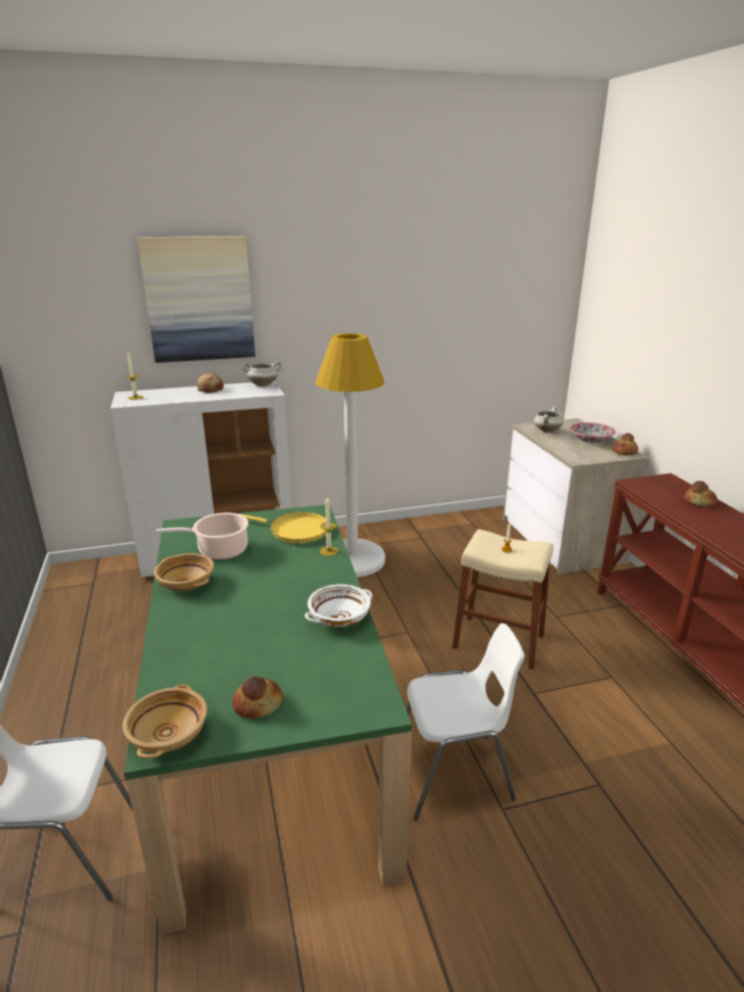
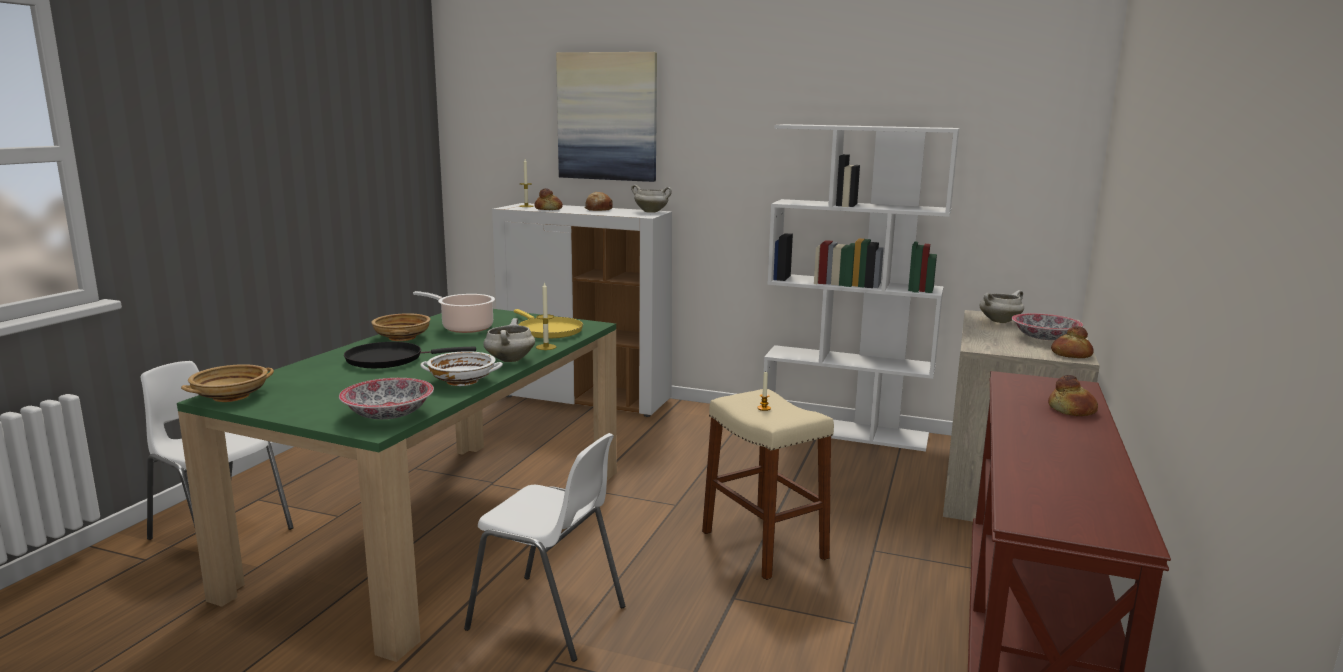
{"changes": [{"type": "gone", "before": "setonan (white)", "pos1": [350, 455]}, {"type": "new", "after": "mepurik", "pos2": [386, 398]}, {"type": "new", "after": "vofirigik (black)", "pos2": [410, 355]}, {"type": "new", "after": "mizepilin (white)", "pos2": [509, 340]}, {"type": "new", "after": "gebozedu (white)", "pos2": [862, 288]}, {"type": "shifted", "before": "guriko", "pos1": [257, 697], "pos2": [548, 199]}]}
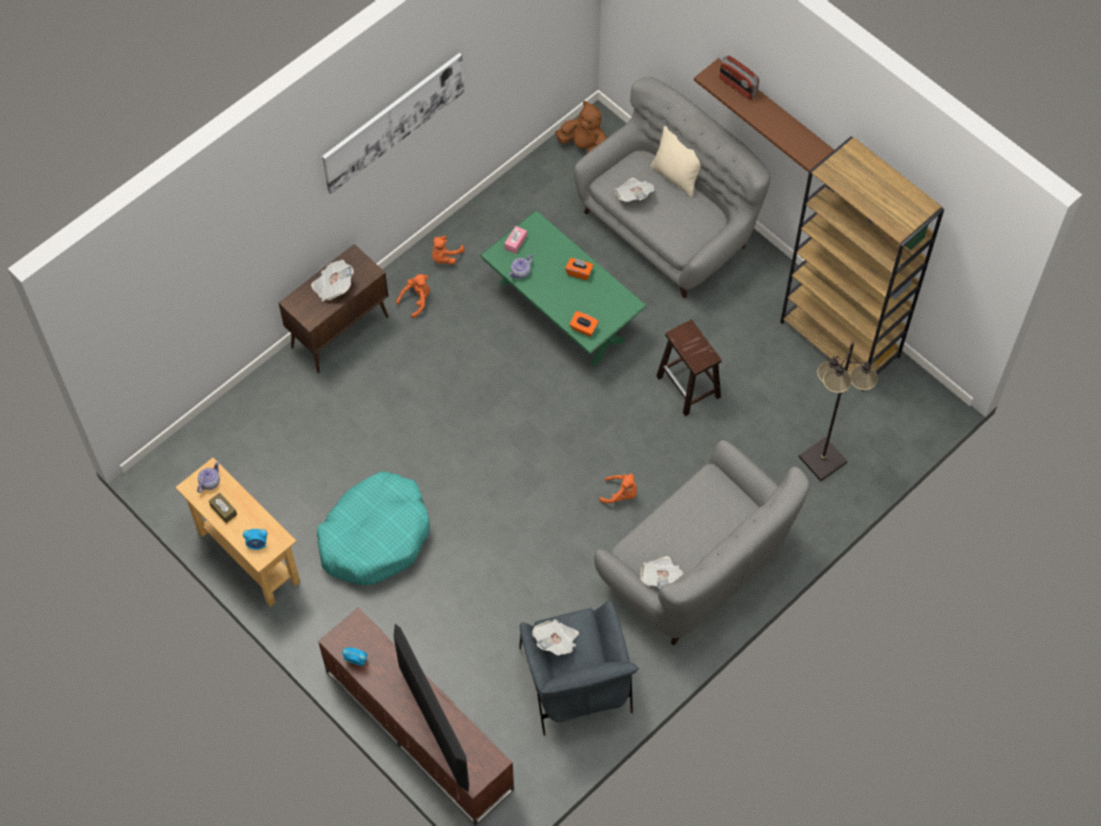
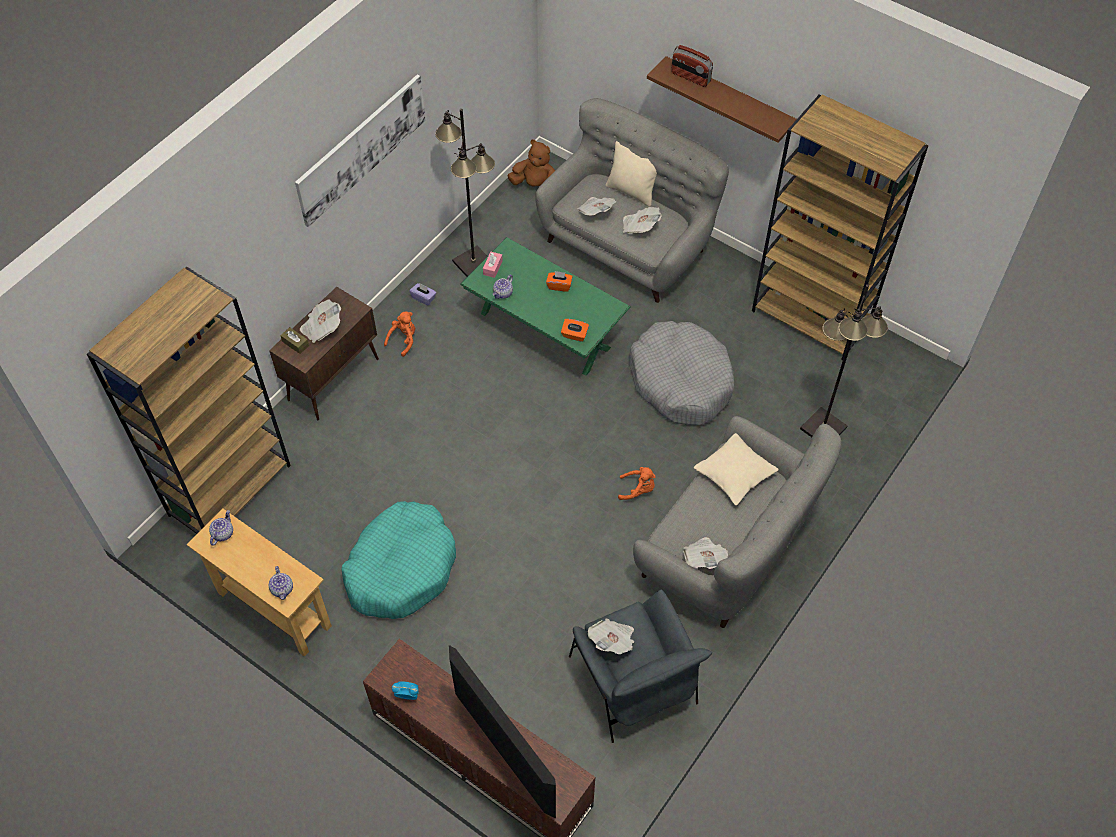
{"changes": [{"type": "new", "after": "gebozedu (brown)", "pos2": [189, 400]}, {"type": "new", "after": "setonan (black)", "pos2": [465, 193]}, {"type": "new", "after": "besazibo", "pos2": [642, 220]}, {"type": "new", "after": "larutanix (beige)", "pos2": [736, 469]}, {"type": "shifted", "before": "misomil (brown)", "pos1": [223, 508], "pos2": [294, 340]}, {"type": "swapped", "before": "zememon", "after": "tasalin", "pos1": [255, 539], "pos2": [281, 583]}, {"type": "swapped", "before": "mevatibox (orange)", "after": "misomil (purple)", "pos1": [448, 250], "pos2": [422, 294]}, {"type": "swapped", "before": "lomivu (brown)", "after": "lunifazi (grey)", "pos1": [689, 367], "pos2": [682, 373]}]}
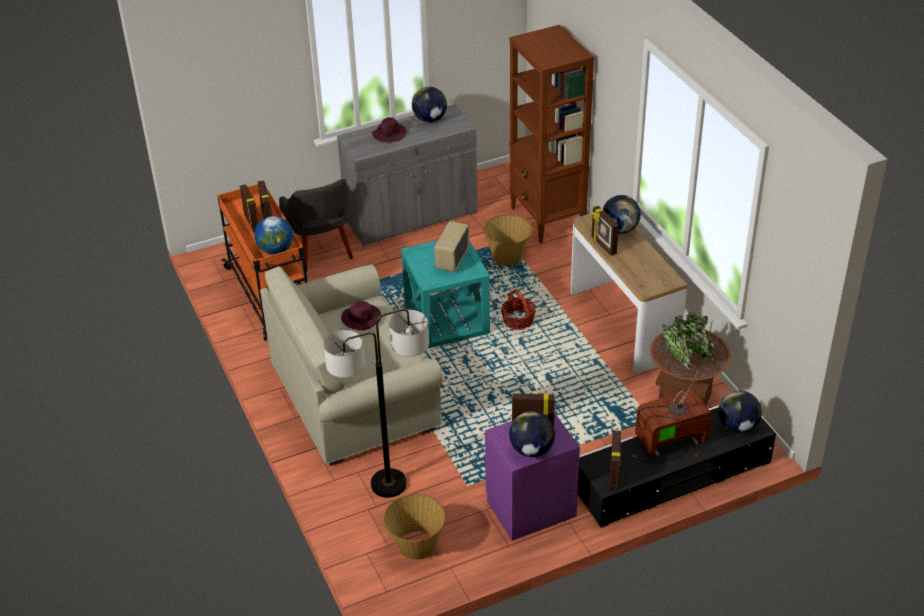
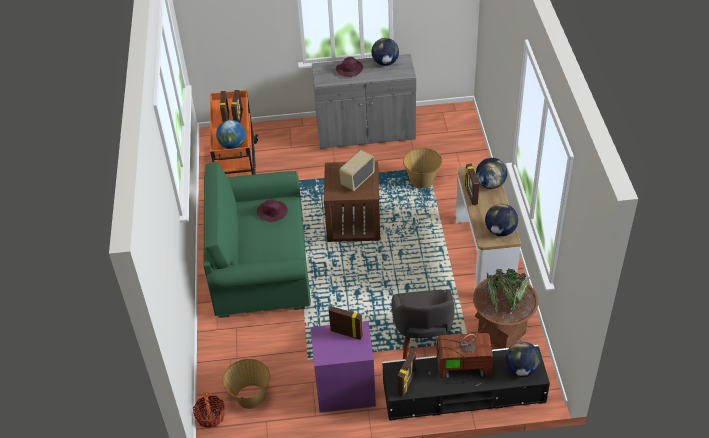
{"changes": [{"type": "gone", "before": "setonan", "pos1": [376, 403]}, {"type": "gone", "before": "gebozedu (brown)", "pos1": [551, 134]}, {"type": "shifted", "before": "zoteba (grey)", "pos1": [316, 225], "pos2": [423, 324]}, {"type": "shifted", "before": "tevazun", "pos1": [518, 310], "pos2": [209, 410]}, {"type": "shifted", "before": "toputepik", "pos1": [532, 434], "pos2": [501, 220]}, {"type": "repainted", "before": "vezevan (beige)", "after": "vezevan (green)", "pos1": [351, 365], "pos2": [257, 239]}, {"type": "repainted", "before": "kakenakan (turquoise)", "after": "kakenakan (brown)", "pos1": [445, 294], "pos2": [352, 201]}]}
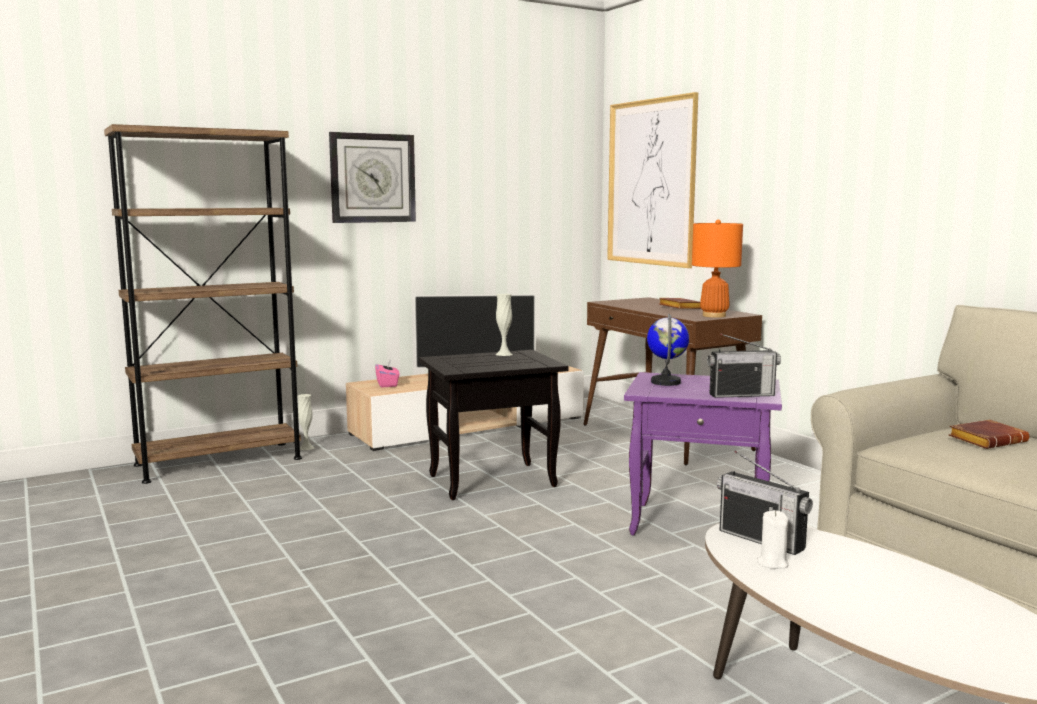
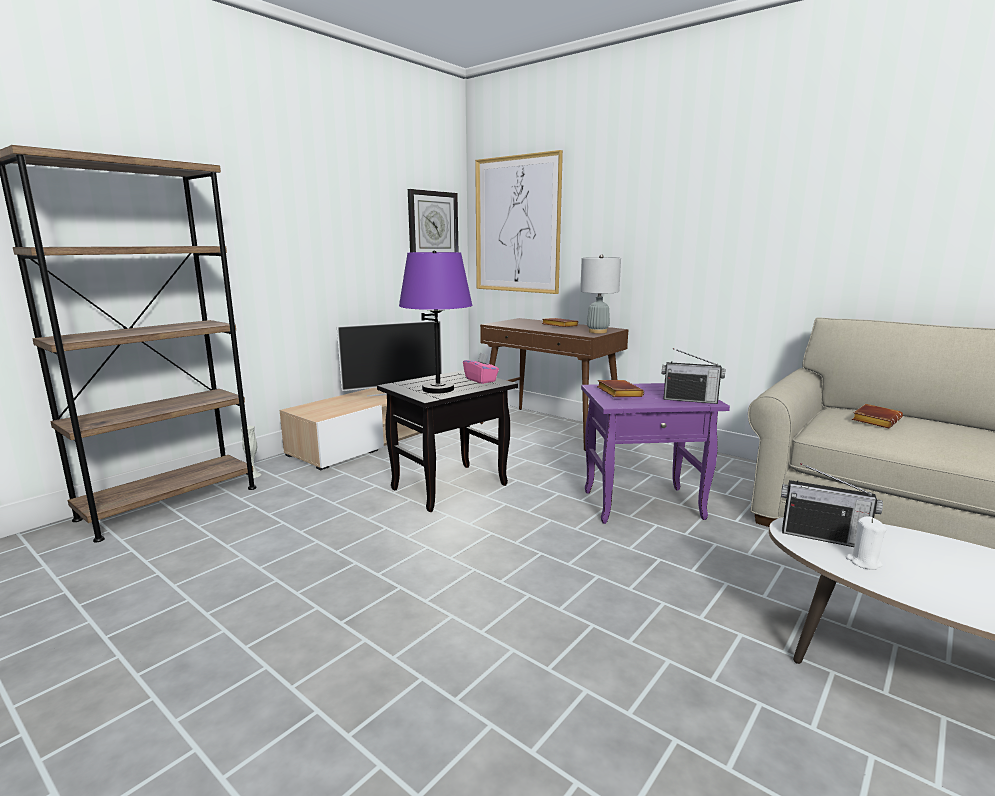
{"changes": [{"type": "gone", "before": "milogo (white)", "pos1": [504, 325]}, {"type": "new", "after": "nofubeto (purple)", "pos2": [435, 322]}, {"type": "shifted", "before": "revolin", "pos1": [372, 177], "pos2": [433, 220]}, {"type": "shifted", "before": "misomil (pink)", "pos1": [387, 373], "pos2": [481, 368]}, {"type": "swapped", "before": "toputepik", "after": "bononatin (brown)", "pos1": [668, 349], "pos2": [620, 388]}, {"type": "repainted", "before": "nofubeto (orange)", "after": "nofubeto (grey)", "pos1": [717, 268], "pos2": [600, 293]}, {"type": "rotated", "before": "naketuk", "pos1": [744, 365], "pos2": [693, 376], "turn": 45}]}
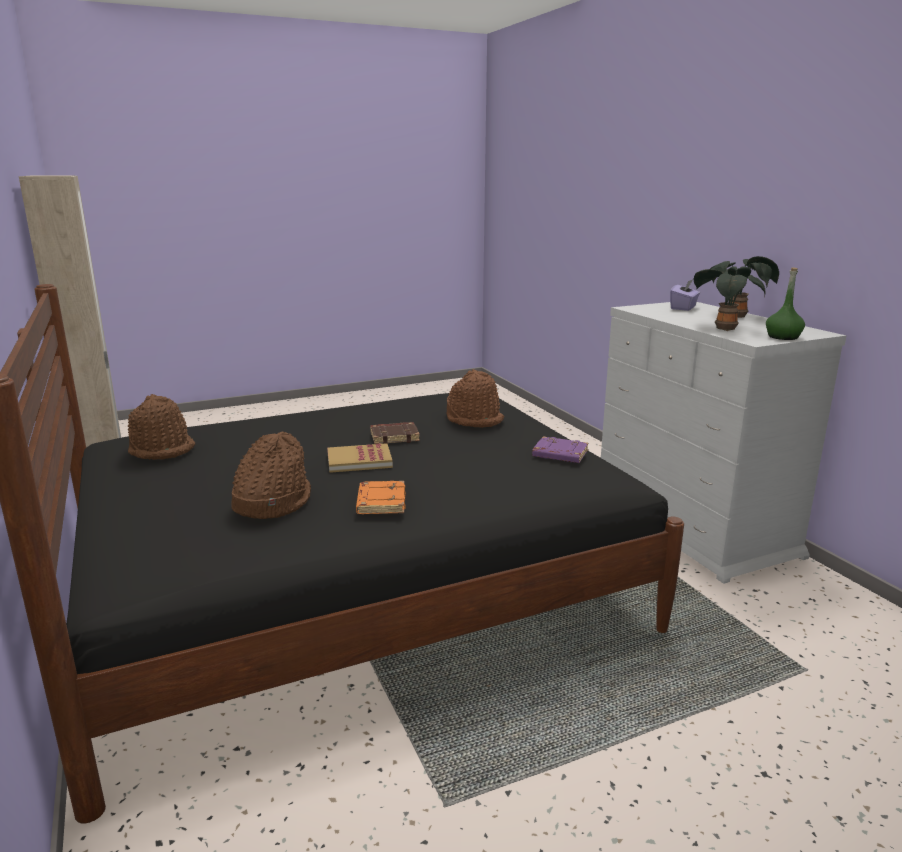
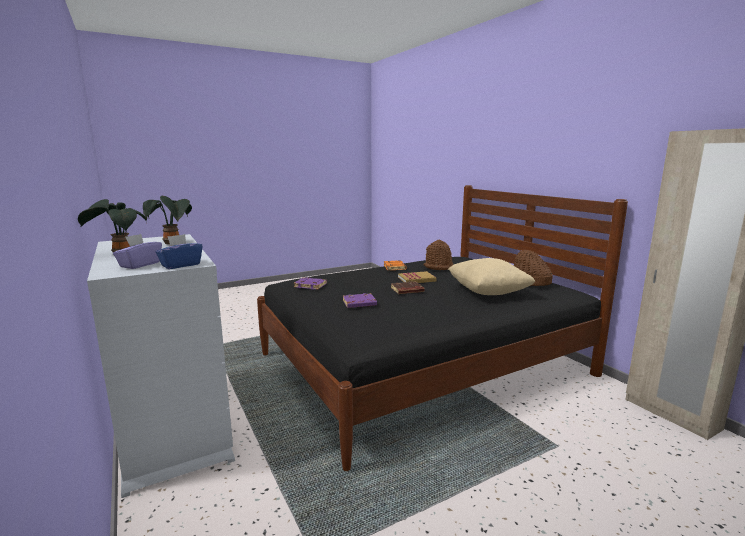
{"changes": [{"type": "gone", "before": "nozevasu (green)", "pos1": [785, 303]}, {"type": "new", "after": "misomil (blue)", "pos2": [179, 251]}, {"type": "new", "after": "larutanix (beige)", "pos2": [491, 276]}, {"type": "swapped", "before": "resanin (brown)", "after": "bononatin (purple)", "pos1": [476, 398], "pos2": [360, 300]}]}
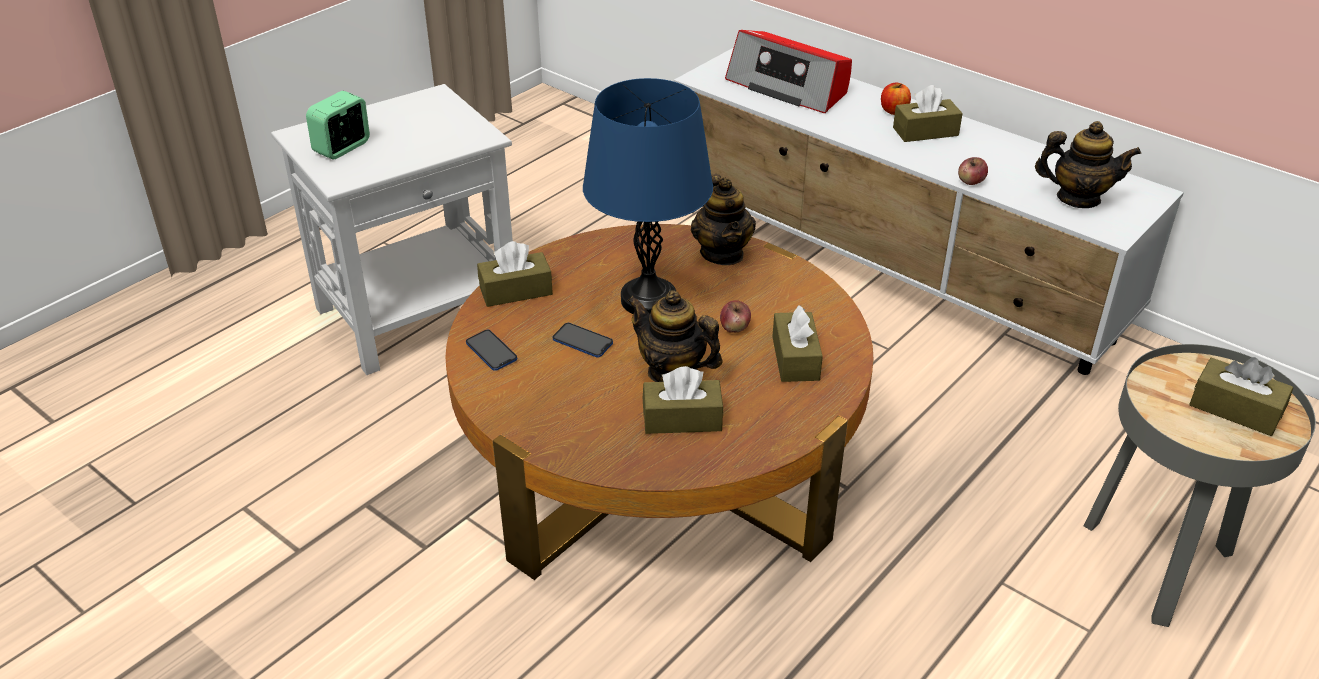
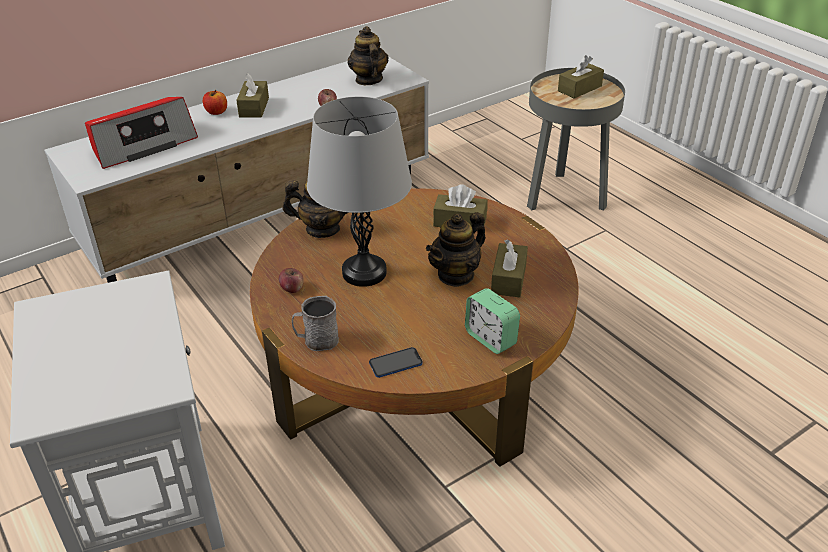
{"changes": [{"type": "gone", "before": "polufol", "pos1": [583, 340]}, {"type": "shifted", "before": "zememon", "pos1": [338, 125], "pos2": [492, 321]}, {"type": "shifted", "before": "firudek", "pos1": [735, 316], "pos2": [291, 280]}, {"type": "swapped", "before": "misomil (brown)", "after": "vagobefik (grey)", "pos1": [515, 274], "pos2": [315, 323]}, {"type": "repainted", "before": "nofubeto (blue)", "after": "nofubeto (grey)", "pos1": [648, 196], "pos2": [359, 192]}, {"type": "rotated", "before": "tasalin", "pos1": [1088, 164], "pos2": [368, 55], "turn": -45}]}
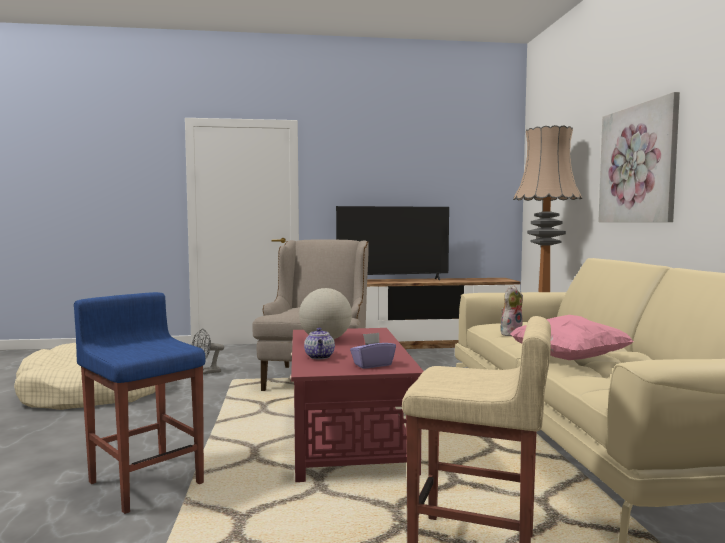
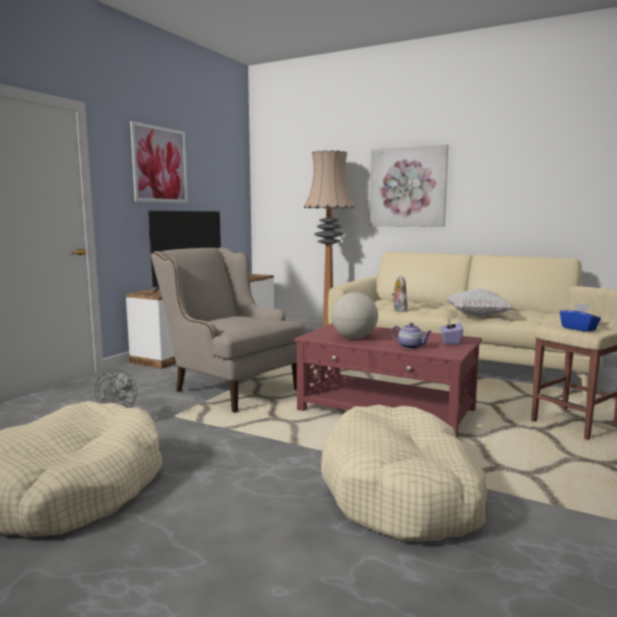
{"changes": [{"type": "new", "after": "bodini", "pos2": [159, 162]}, {"type": "new", "after": "misomil (blue)", "pos2": [580, 317]}, {"type": "swapped", "before": "lomivu (blue)", "after": "lunifazi (beige)", "pos1": [140, 403], "pos2": [404, 473]}, {"type": "repainted", "before": "larutanix (pink)", "after": "larutanix (white)", "pos1": [572, 337], "pos2": [479, 302]}]}
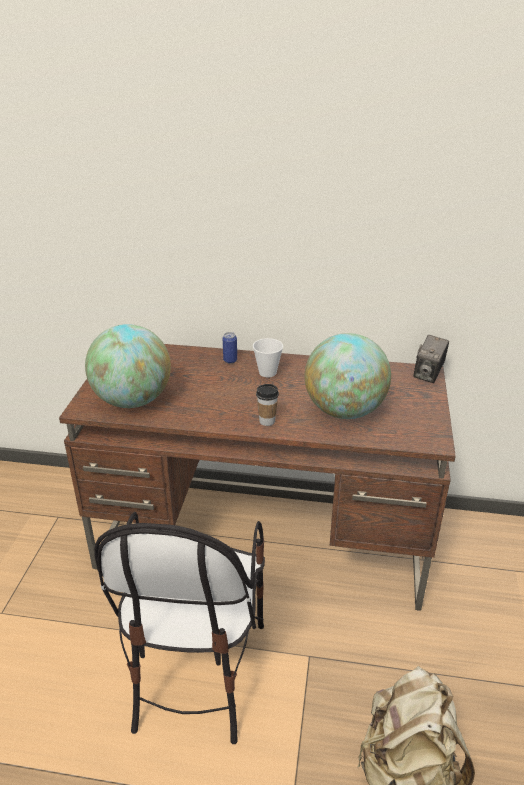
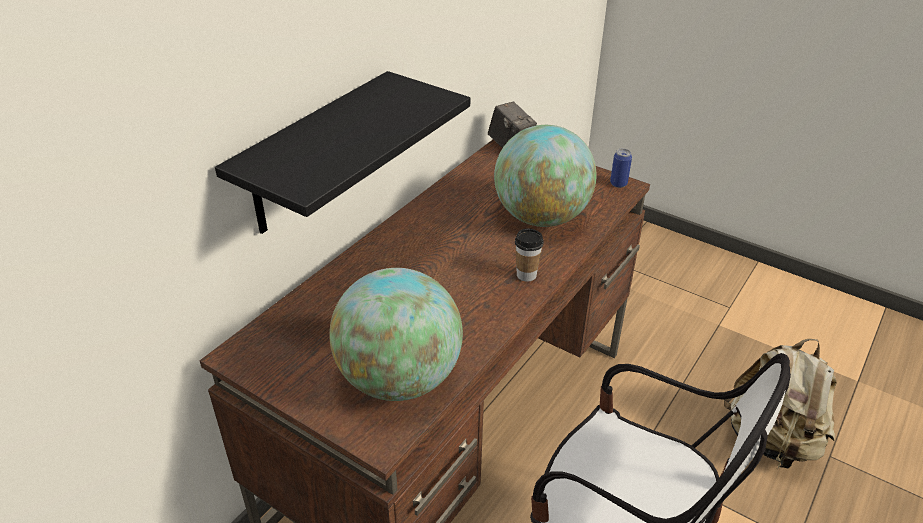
{"changes": [{"type": "gone", "before": "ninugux", "pos1": [268, 357]}, {"type": "new", "after": "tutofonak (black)", "pos2": [342, 152]}, {"type": "shifted", "before": "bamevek", "pos1": [230, 347], "pos2": [621, 168]}]}
